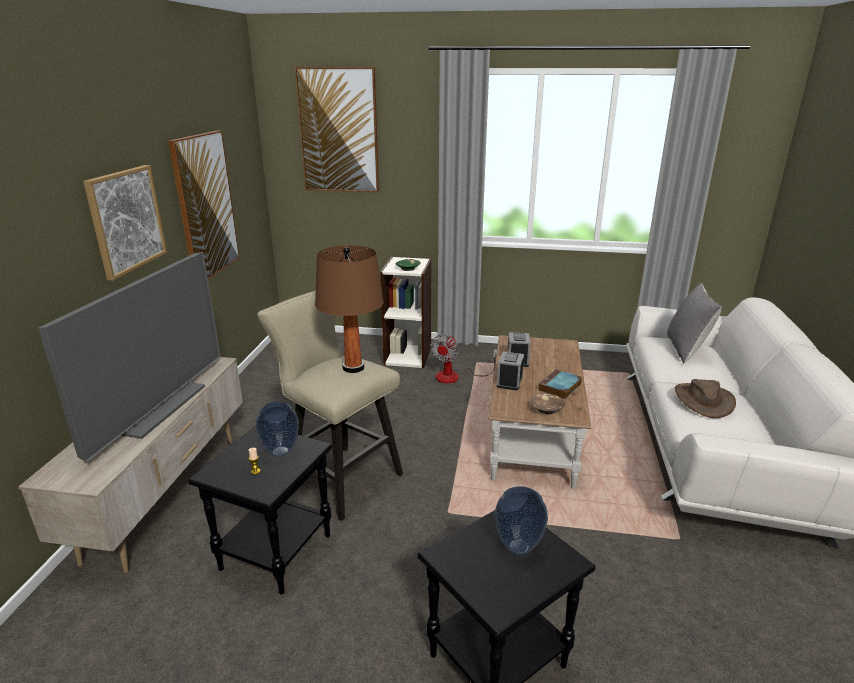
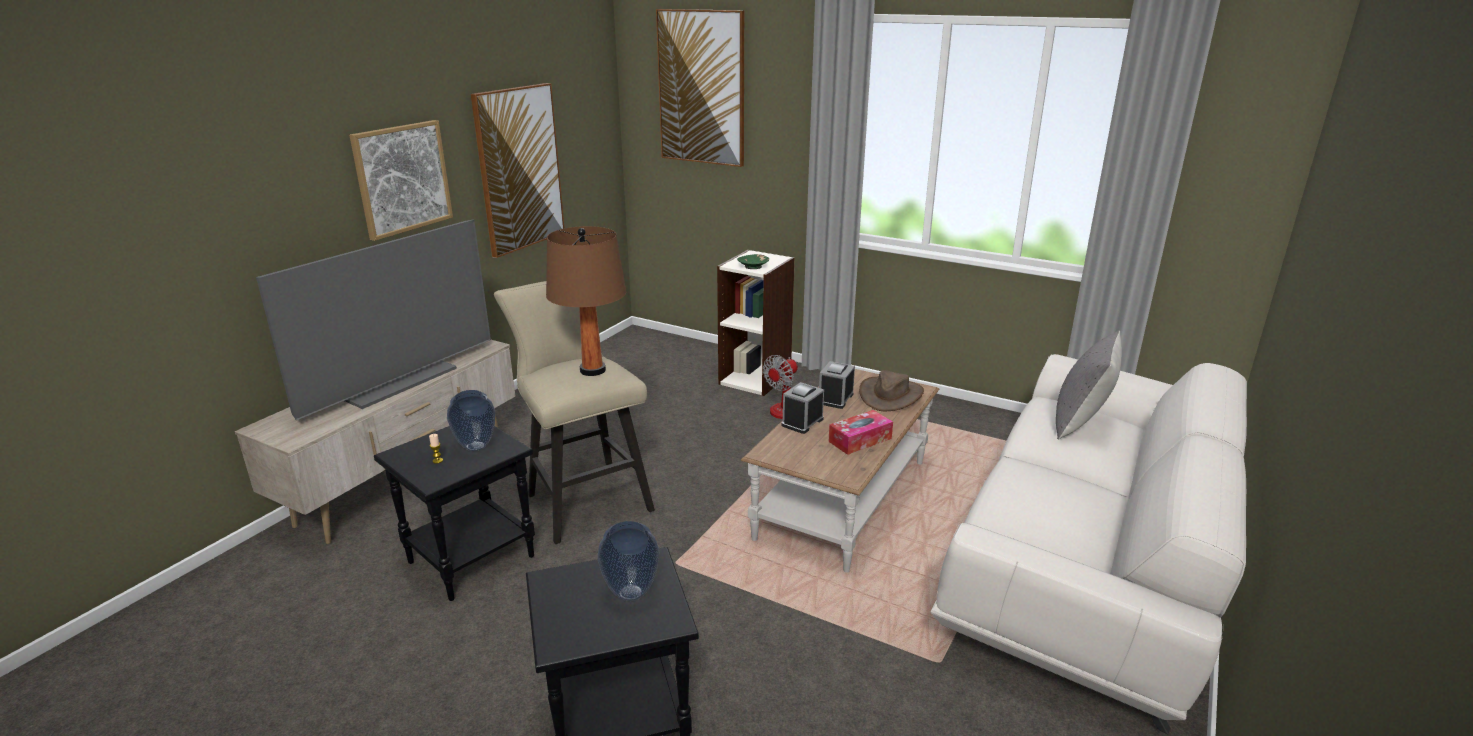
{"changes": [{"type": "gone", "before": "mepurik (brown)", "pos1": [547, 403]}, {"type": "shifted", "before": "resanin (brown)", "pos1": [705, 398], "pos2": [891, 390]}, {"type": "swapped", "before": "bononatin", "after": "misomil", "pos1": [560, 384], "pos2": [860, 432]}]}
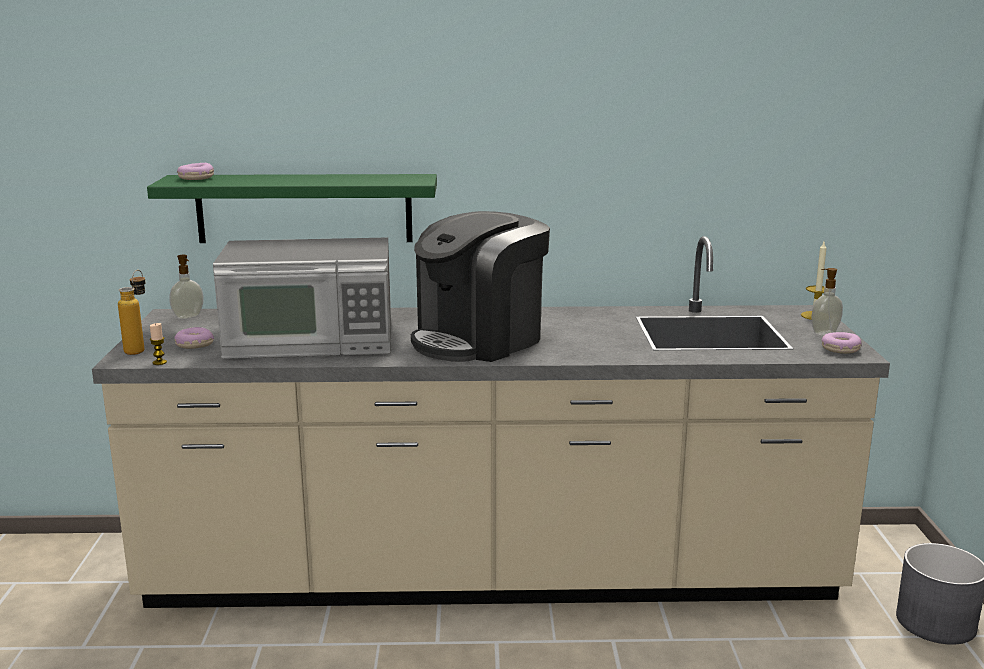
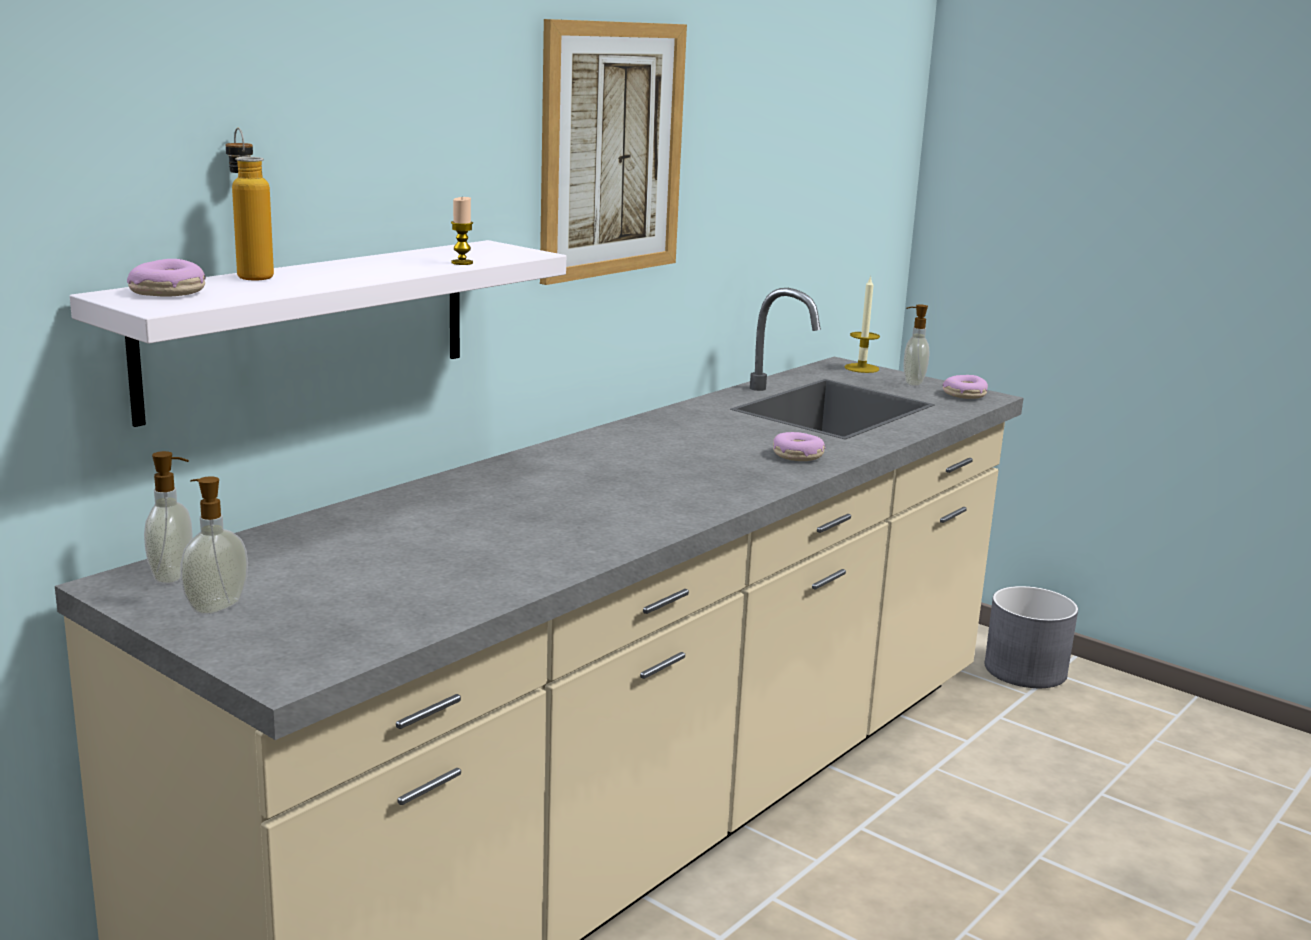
{"changes": [{"type": "gone", "before": "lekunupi", "pos1": [302, 298]}, {"type": "gone", "before": "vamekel", "pos1": [480, 286]}, {"type": "new", "after": "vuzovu", "pos2": [214, 545]}, {"type": "new", "after": "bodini", "pos2": [613, 152]}, {"type": "shifted", "before": "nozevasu", "pos1": [132, 312], "pos2": [250, 204]}, {"type": "shifted", "before": "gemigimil", "pos1": [158, 344], "pos2": [462, 231]}, {"type": "shifted", "before": "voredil", "pos1": [194, 338], "pos2": [799, 446]}, {"type": "repainted", "before": "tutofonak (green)", "after": "tutofonak (white)", "pos1": [292, 208], "pos2": [318, 333]}]}
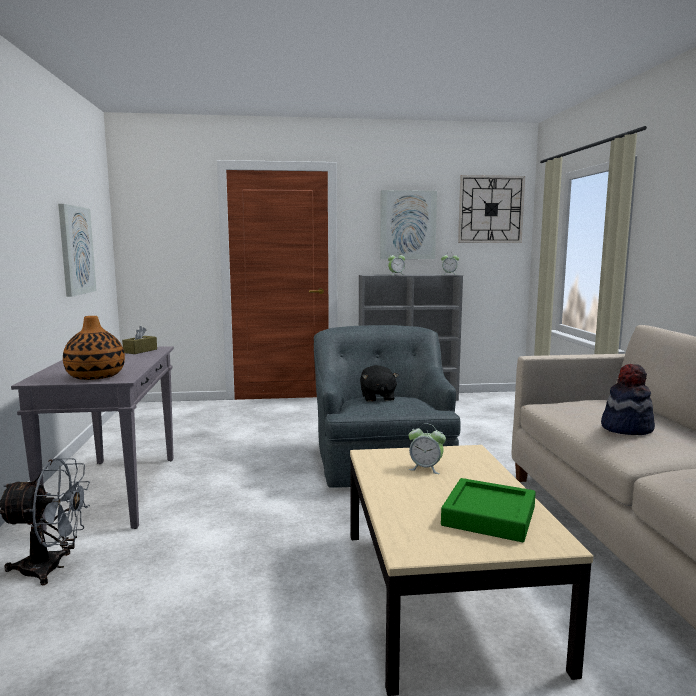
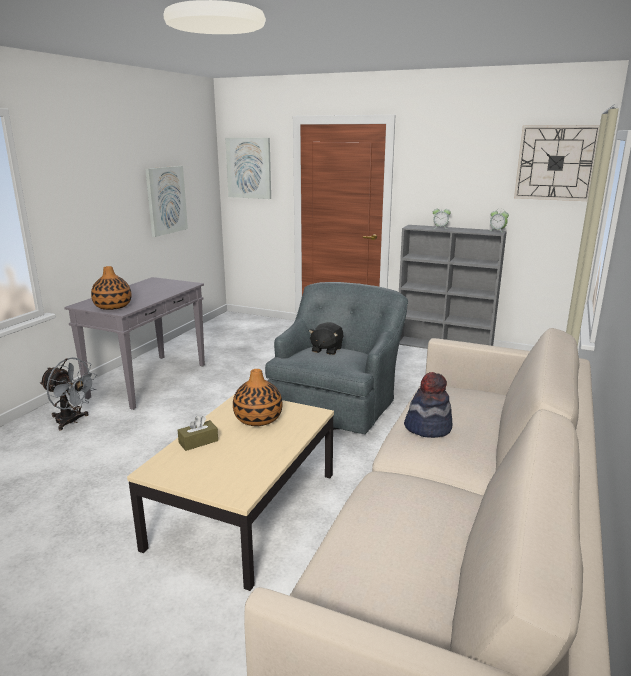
{"changes": [{"type": "gone", "before": "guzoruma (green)", "pos1": [488, 510]}, {"type": "shifted", "before": "misomil (brown)", "pos1": [139, 340], "pos2": [198, 433]}, {"type": "shifted", "before": "bodini", "pos1": [408, 224], "pos2": [248, 168]}, {"type": "swapped", "before": "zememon", "after": "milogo", "pos1": [427, 449], "pos2": [257, 397]}]}
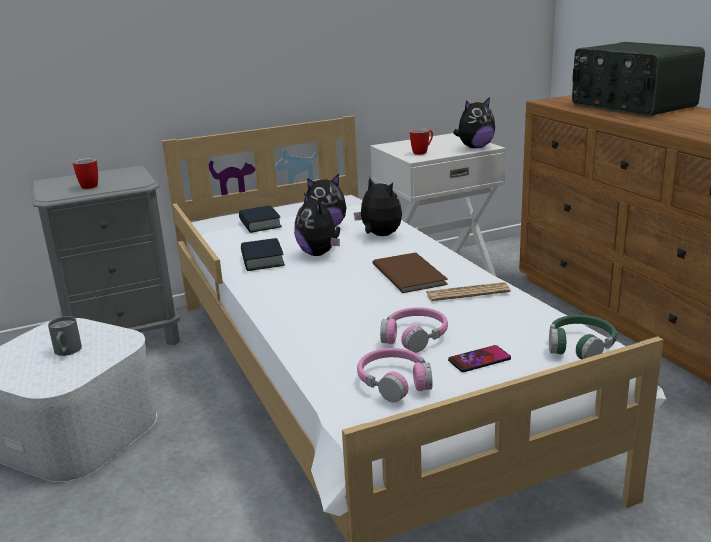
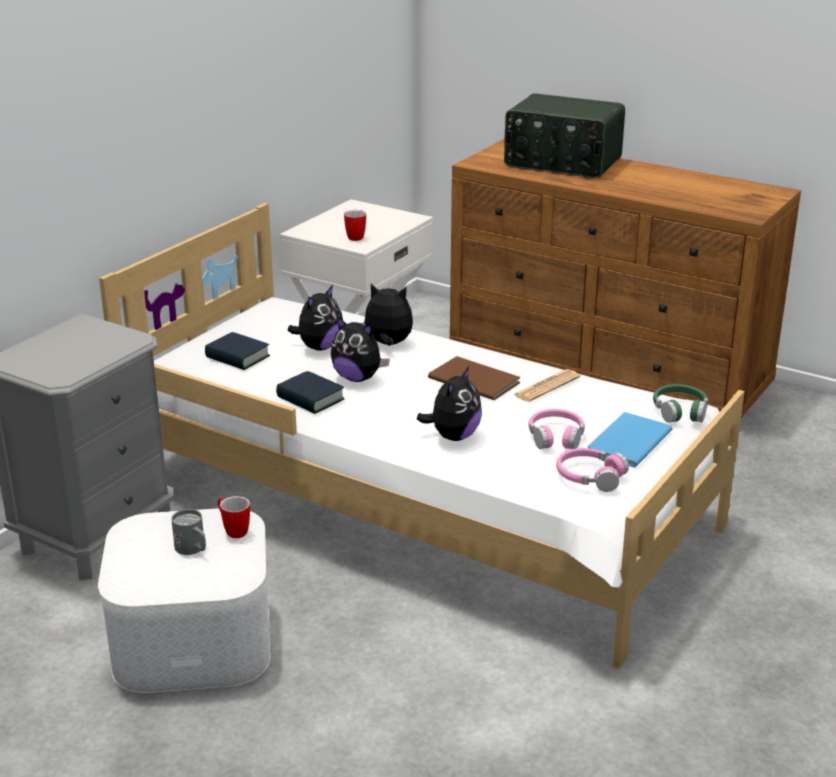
{"changes": [{"type": "shifted", "before": "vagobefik", "pos1": [85, 173], "pos2": [234, 517]}, {"type": "shifted", "before": "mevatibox", "pos1": [474, 122], "pos2": [449, 403]}, {"type": "swapped", "before": "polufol", "after": "bononatin (blue)", "pos1": [479, 358], "pos2": [630, 439]}]}
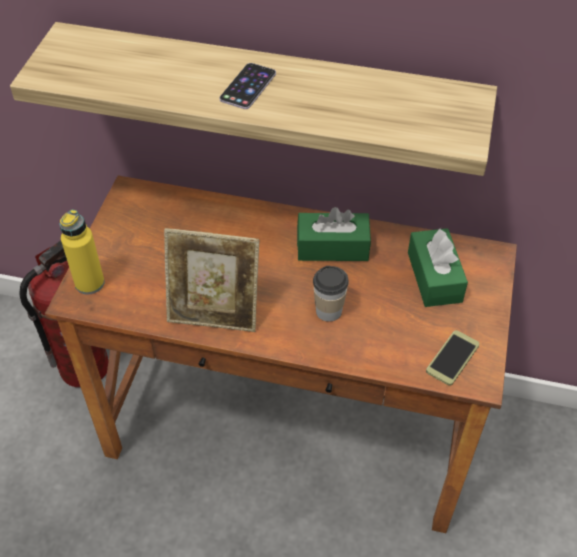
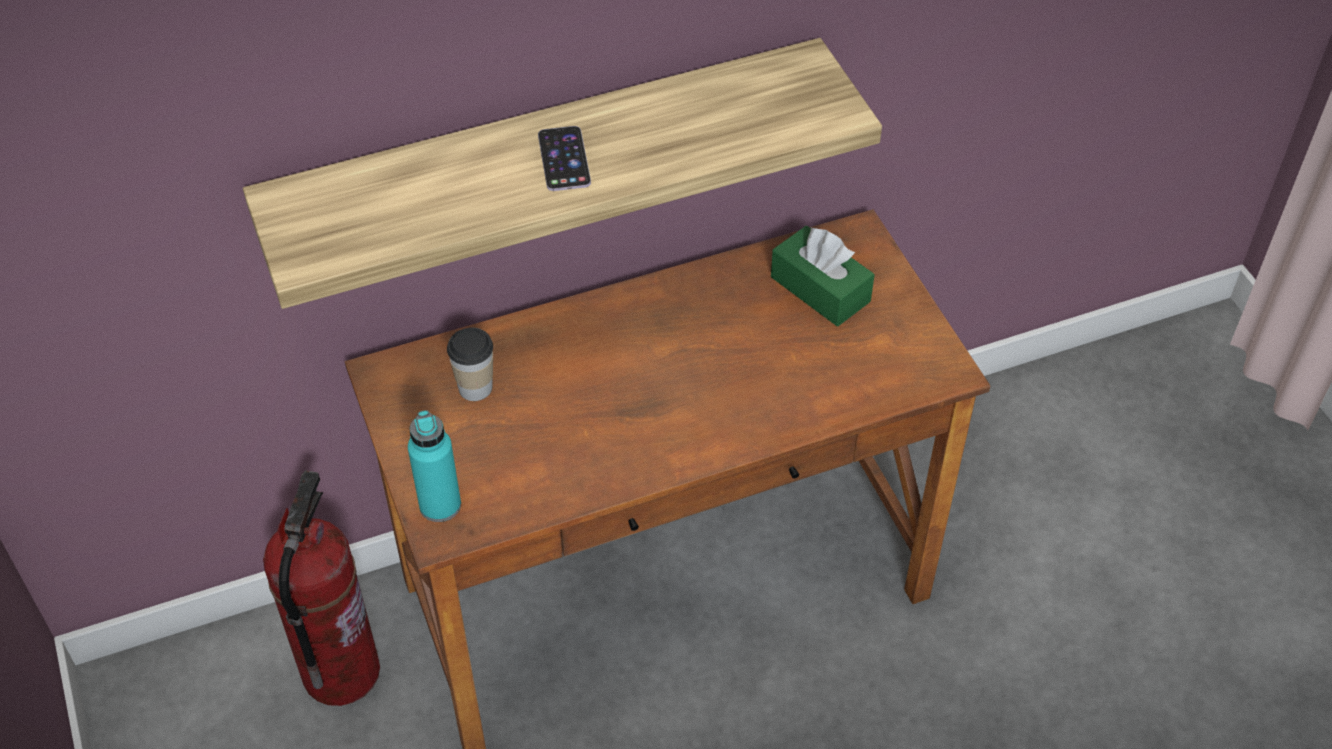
{"changes": [{"type": "gone", "before": "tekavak", "pos1": [212, 280]}, {"type": "gone", "before": "misomil (green)", "pos1": [334, 234]}, {"type": "gone", "before": "polufol", "pos1": [452, 358]}, {"type": "shifted", "before": "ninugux", "pos1": [331, 294], "pos2": [470, 364]}, {"type": "repainted", "before": "nozevasu (yellow)", "after": "nozevasu (turquoise)", "pos1": [82, 252], "pos2": [434, 466]}]}
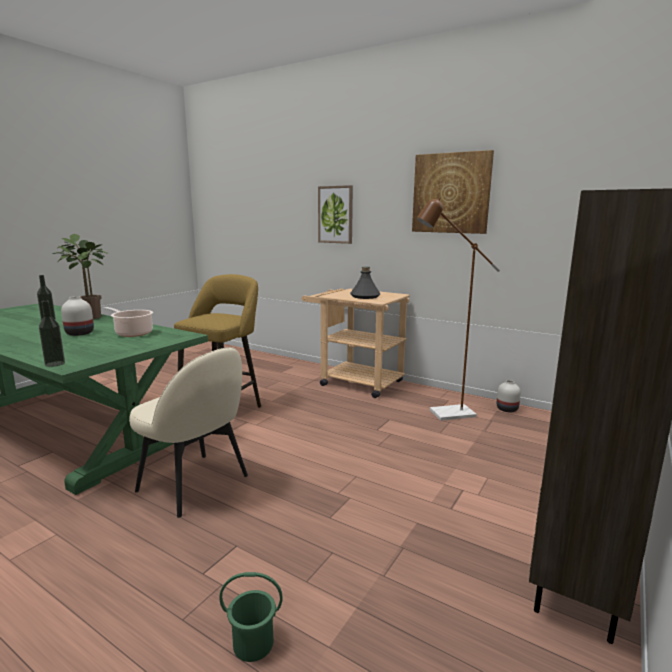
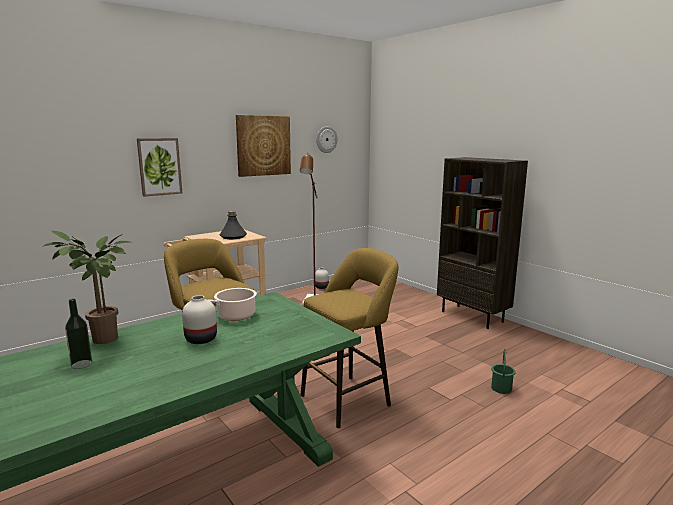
{"changes": [{"type": "gone", "before": "nozevasu", "pos1": [52, 334]}, {"type": "new", "after": "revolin", "pos2": [327, 139]}, {"type": "swapped", "before": "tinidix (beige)", "after": "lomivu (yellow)", "pos1": [188, 432], "pos2": [349, 338]}]}
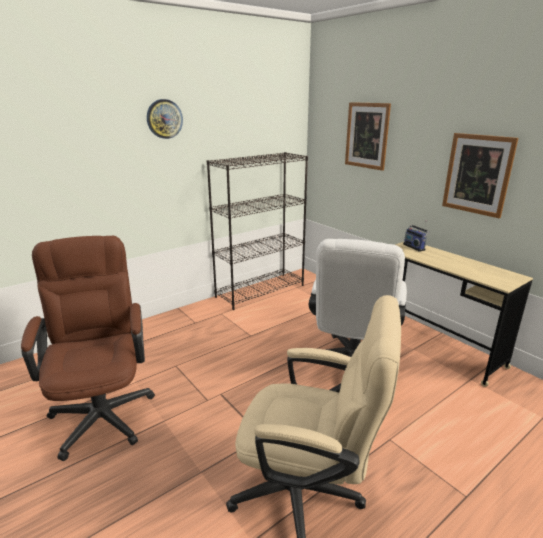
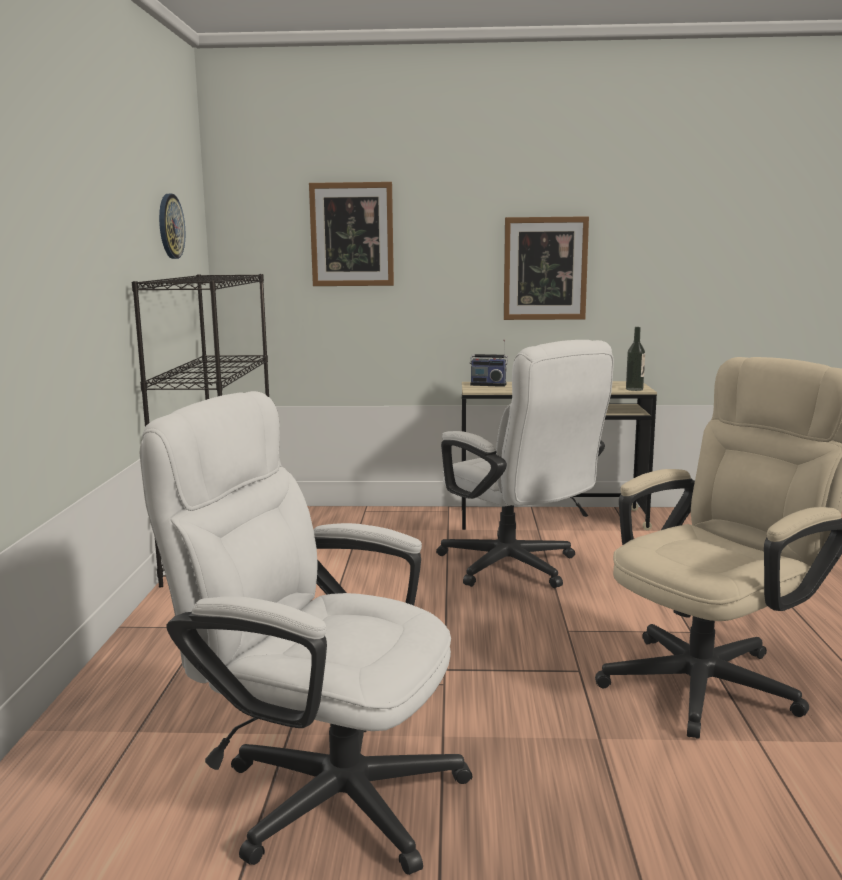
{"changes": [{"type": "new", "after": "nozevasu", "pos2": [635, 359]}, {"type": "shifted", "before": "revolin", "pos1": [165, 119], "pos2": [172, 226]}, {"type": "repainted", "before": "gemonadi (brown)", "after": "gemonadi (white)", "pos1": [88, 348], "pos2": [305, 633]}]}
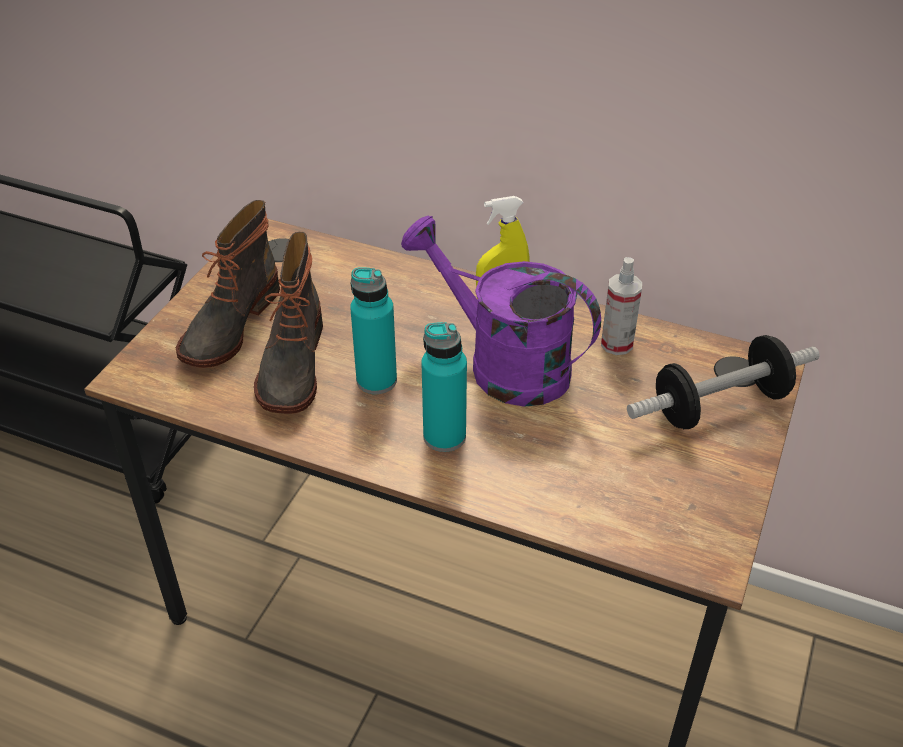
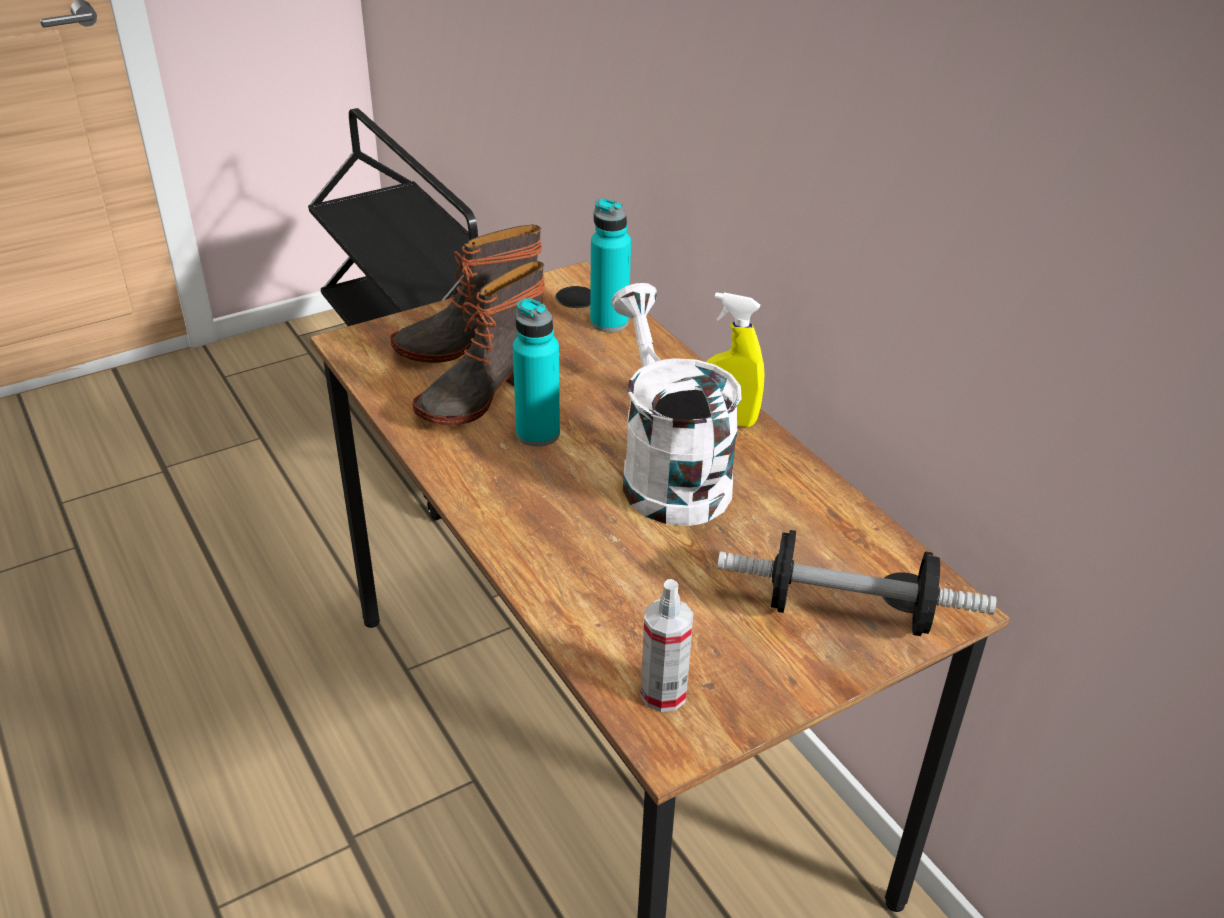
{"changes": [{"type": "shifted", "before": "nozevasu (turquoise)", "pos1": [444, 387], "pos2": [610, 265]}, {"type": "shifted", "before": "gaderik", "pos1": [621, 306], "pos2": [667, 645]}, {"type": "repainted", "before": "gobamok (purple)", "after": "gobamok (white)", "pos1": [501, 311], "pos2": [676, 404]}]}
